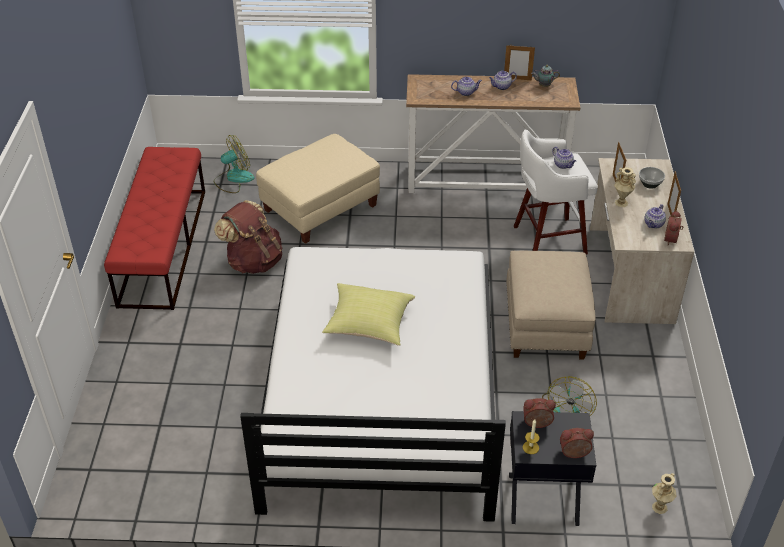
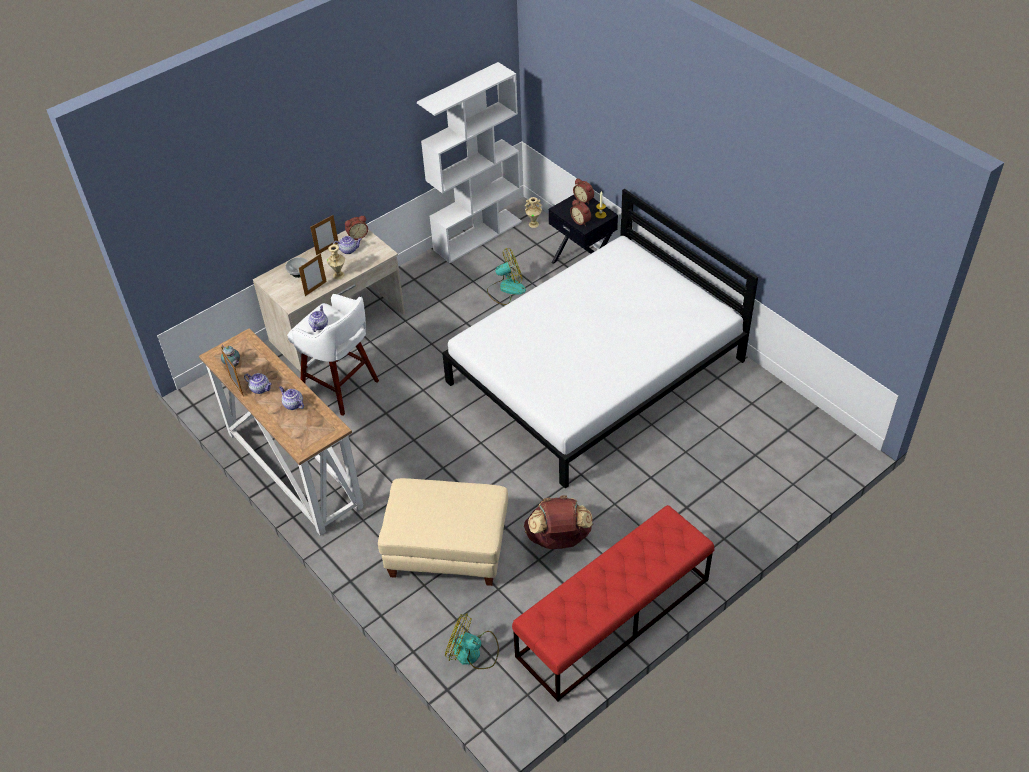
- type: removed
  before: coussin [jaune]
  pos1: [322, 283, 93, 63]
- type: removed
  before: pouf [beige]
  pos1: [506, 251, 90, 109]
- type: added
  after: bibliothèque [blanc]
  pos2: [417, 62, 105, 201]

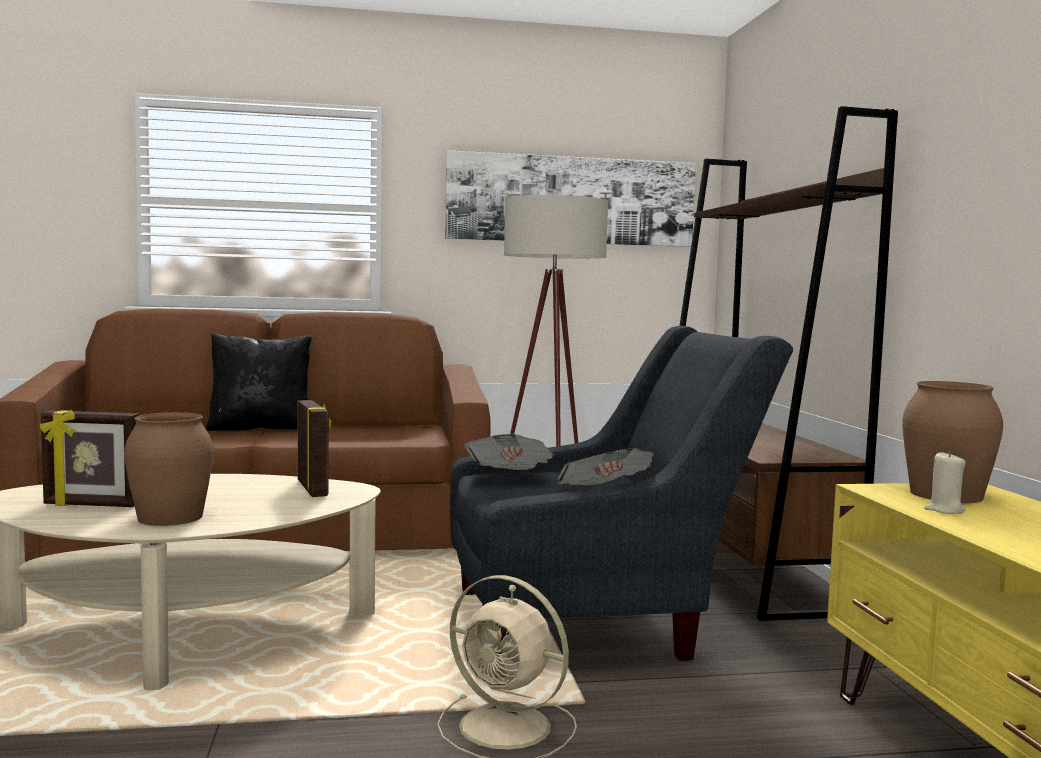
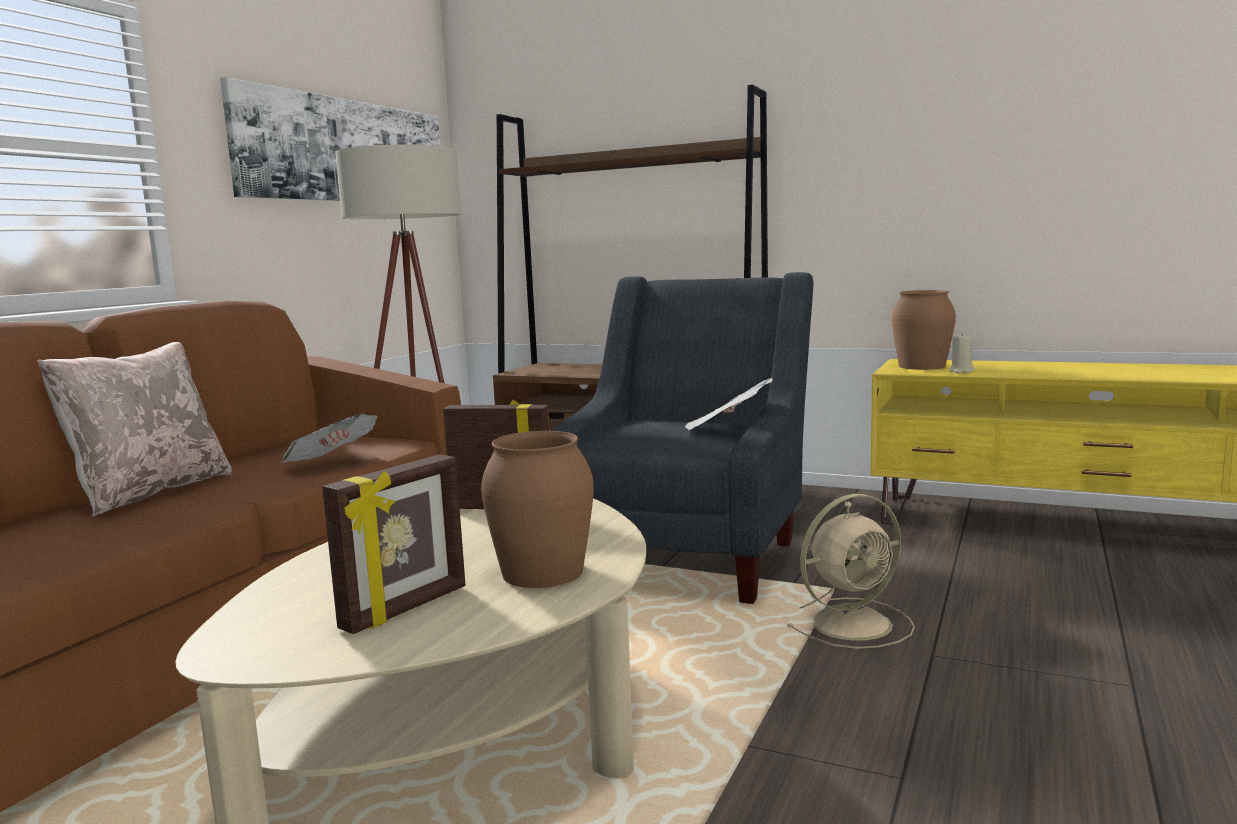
- type: moved
  before: journal
  pos1: [463, 434, 91, 36]
  pos2: [281, 414, 97, 49]
- type: recoloured
  before: coussin [noir]
  after: coussin [beige]
  pos1: [205, 333, 107, 98]
  pos2: [37, 342, 195, 175]

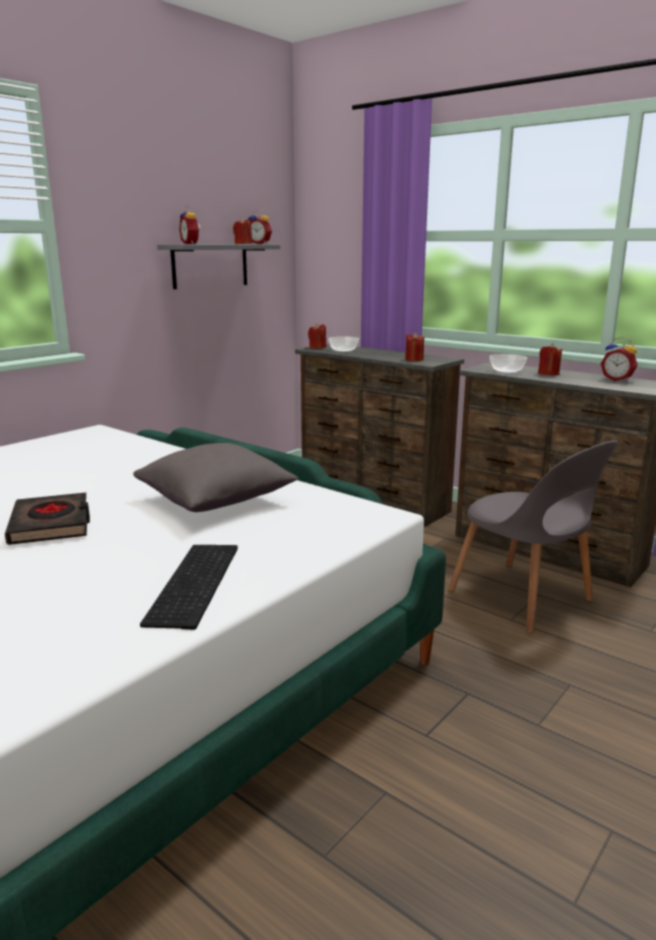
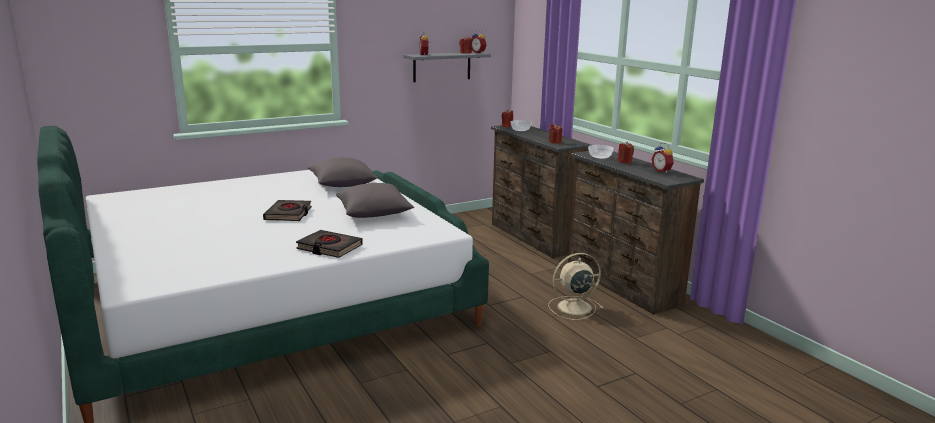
- type: added
  after: coussin [gris]
  pos2: [308, 157, 70, 30]
- type: replaced
  before: clavier
  after: livre [noir]
  pos1: [140, 545, 98, 85]
  pos2: [296, 230, 67, 28]
- type: replaced
  before: chaise [gris]
  after: ventilateur [beige]
  pos1: [448, 441, 171, 192]
  pos2: [548, 253, 55, 67]

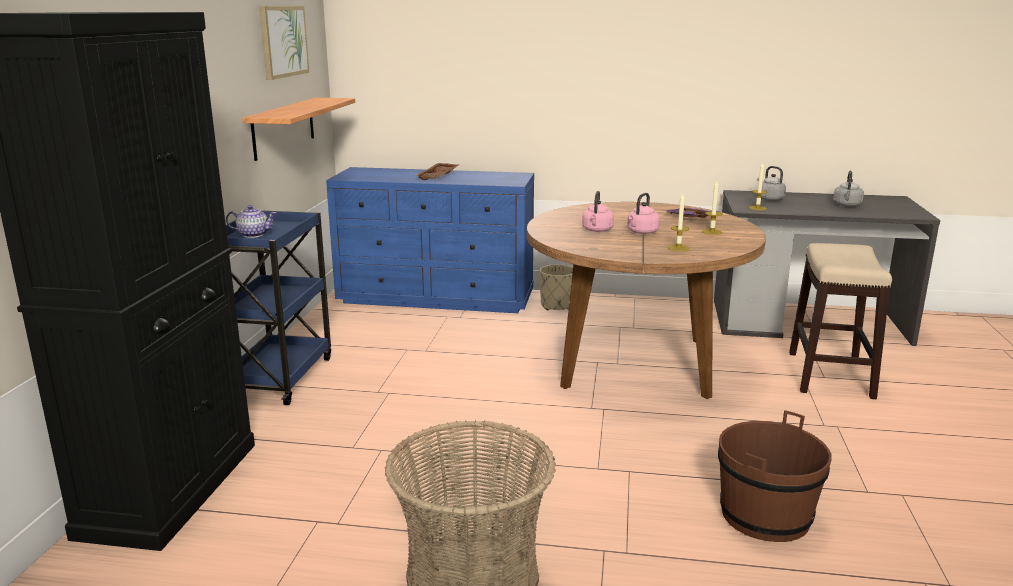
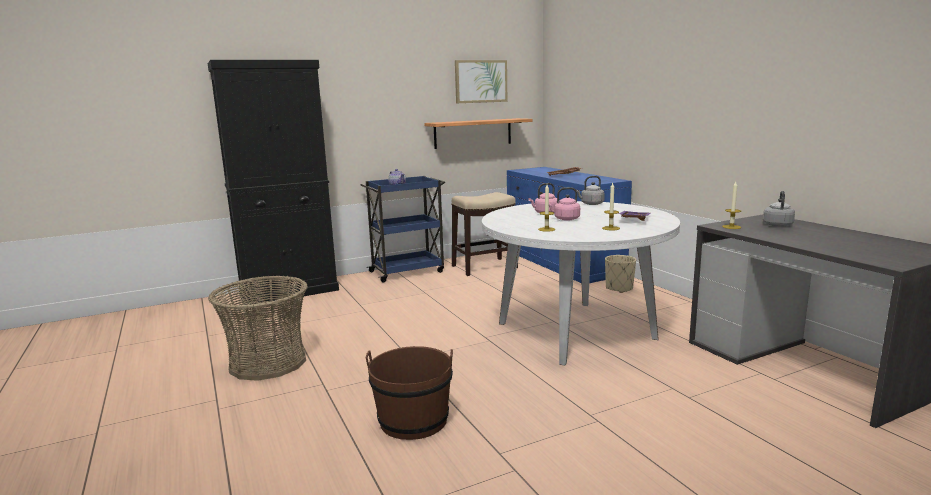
- type: moved
  before: tabouret
  pos1: [789, 243, 103, 156]
  pos2: [451, 192, 67, 84]
- type: moved
  before: bouilloire [gris]
  pos1: [833, 171, 31, 36]
  pos2: [576, 176, 29, 29]
- type: recoloured
  before: table à manger [marron]
  after: table à manger [blanc]
  pos1: [527, 202, 239, 197]
  pos2: [482, 201, 198, 165]

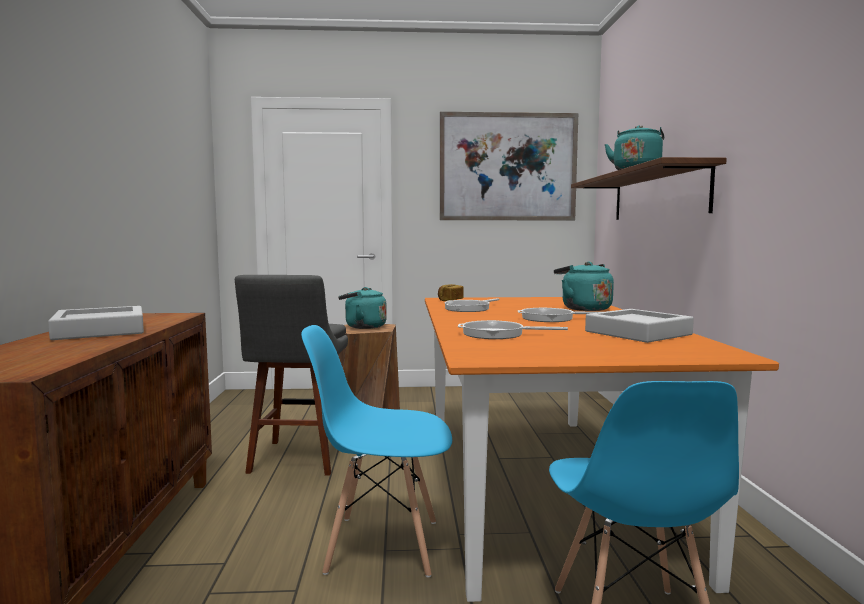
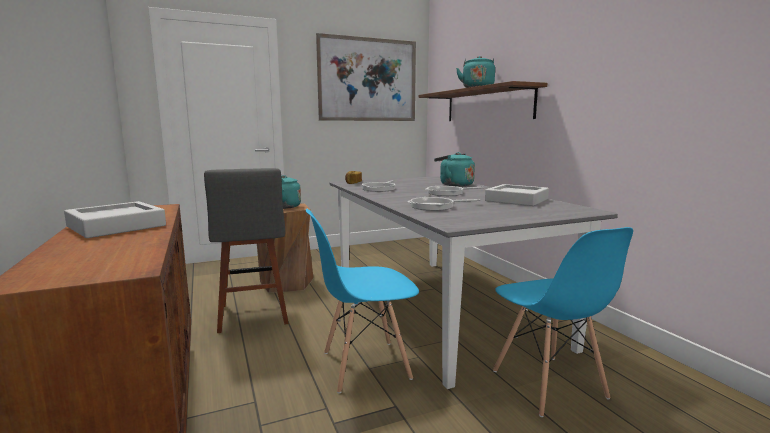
- type: recoloured
  before: table à manger [orange]
  after: table à manger [gris]
  pos1: [425, 297, 354, 305]
  pos2: [329, 176, 289, 213]

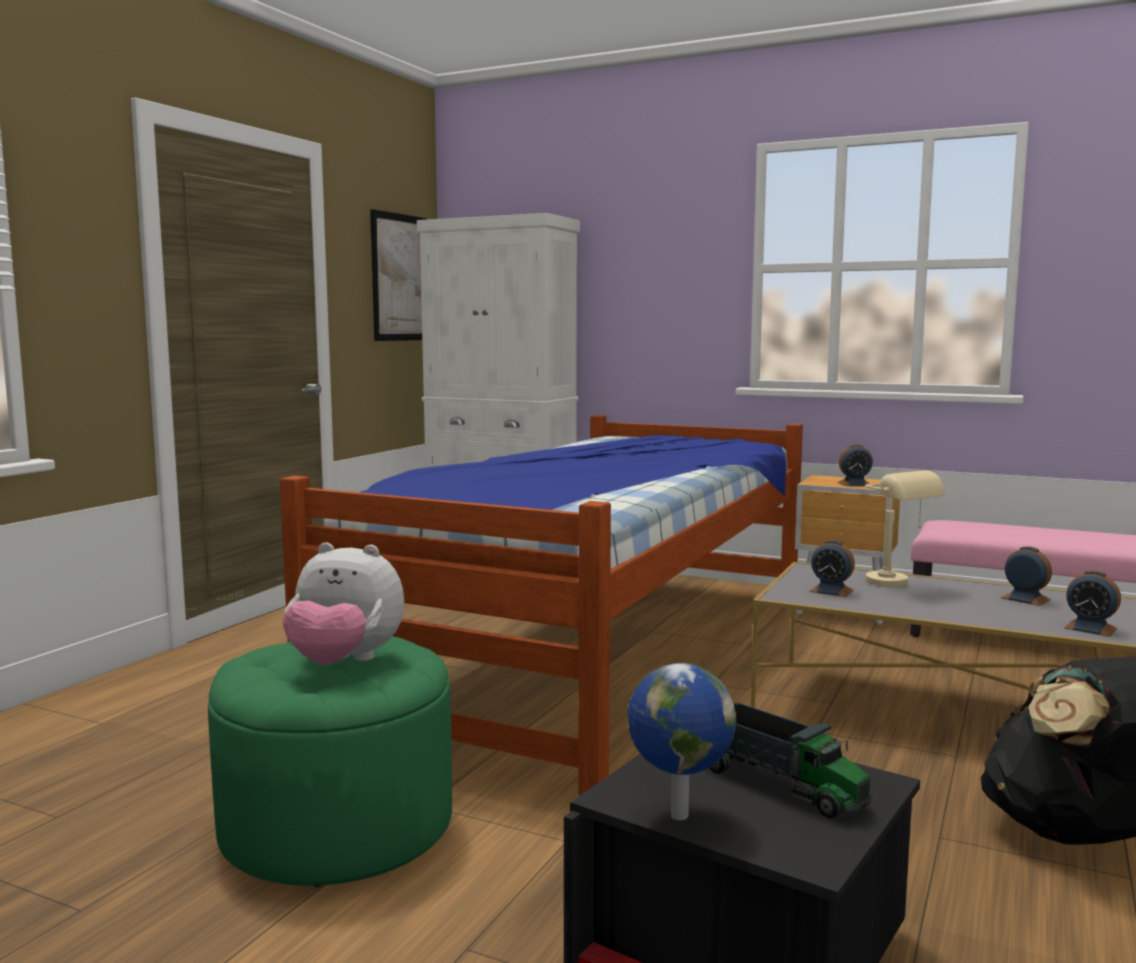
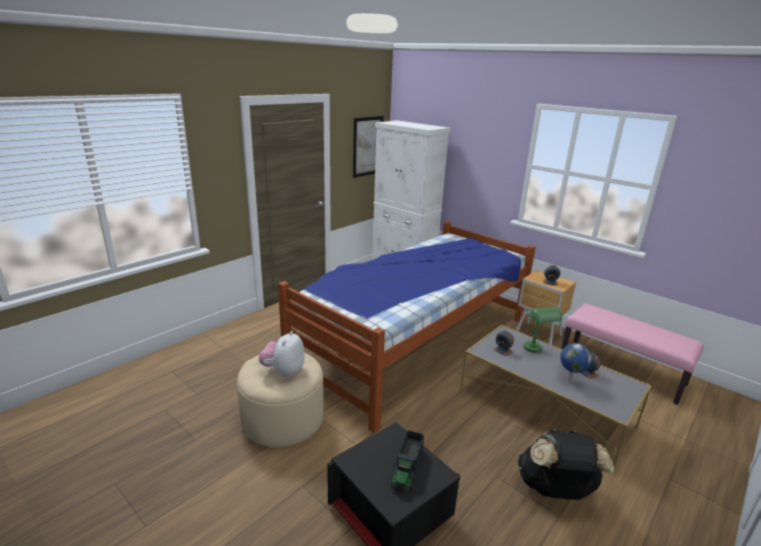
- type: removed
  before: réveil
  pos1: [1064, 570, 57, 67]
- type: moved
  before: globe
  pos1: [628, 663, 108, 157]
  pos2: [560, 343, 32, 39]
- type: recoloured
  before: pouf [vert]
  after: pouf [beige]
  pos1: [208, 636, 244, 251]
  pos2: [237, 352, 87, 95]
- type: recoloured
  before: lampe de table [beige]
  after: lampe de table [vert]
  pos1: [865, 471, 80, 116]
  pos2: [524, 307, 39, 46]
- type: turned
  before: peluche
  pos1: [282, 542, 122, 123]
  pos2: [258, 331, 47, 46]
  turn: 75
- type: turned
  before: camion jouet
  pos1: [710, 703, 162, 116]
  pos2: [391, 430, 33, 62]
  turn: 45

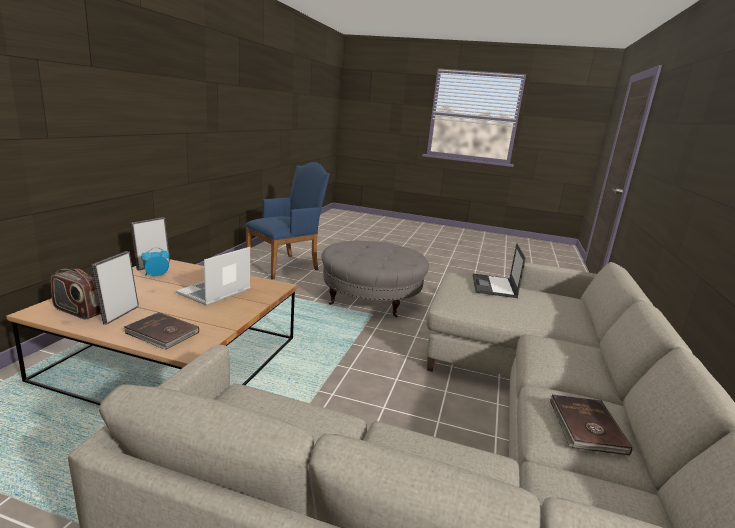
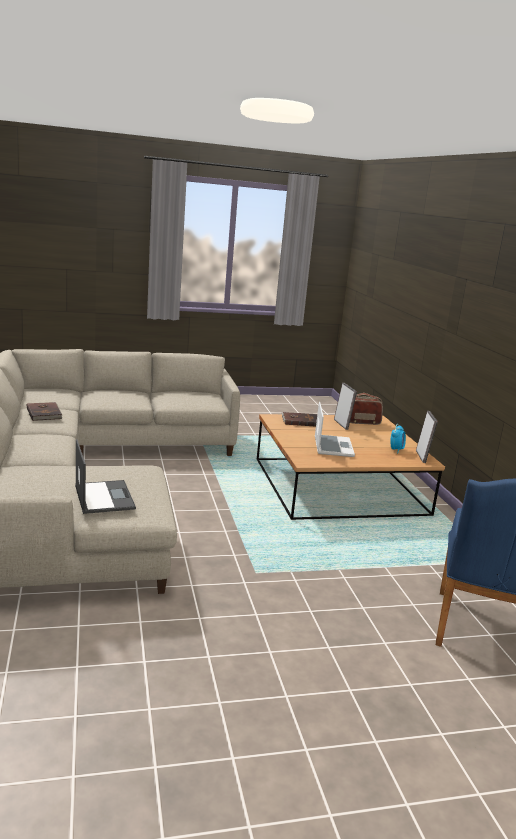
- type: removed
  before: pouf [gris]
  pos1: [321, 241, 108, 76]

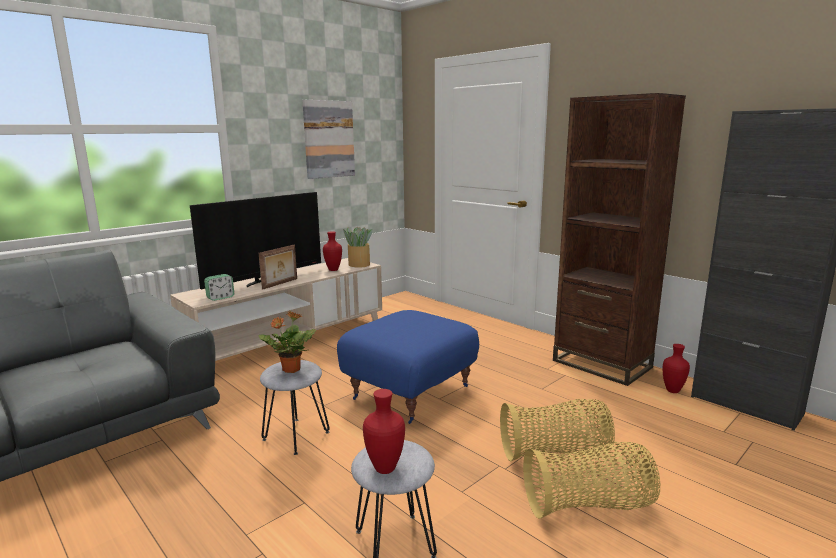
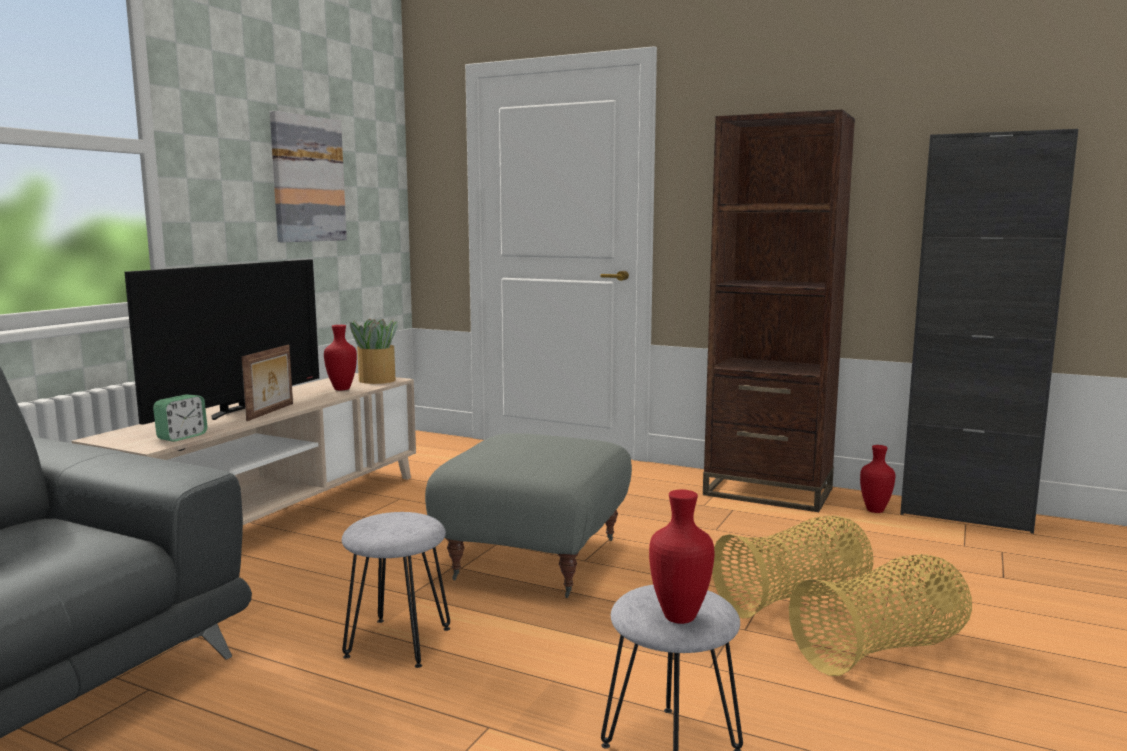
- type: removed
  before: plante en pot
  pos1: [259, 310, 57, 63]
- type: recoloured
  before: pouf [bleu]
  after: pouf [gris]
  pos1: [337, 310, 142, 114]
  pos2: [425, 433, 207, 165]

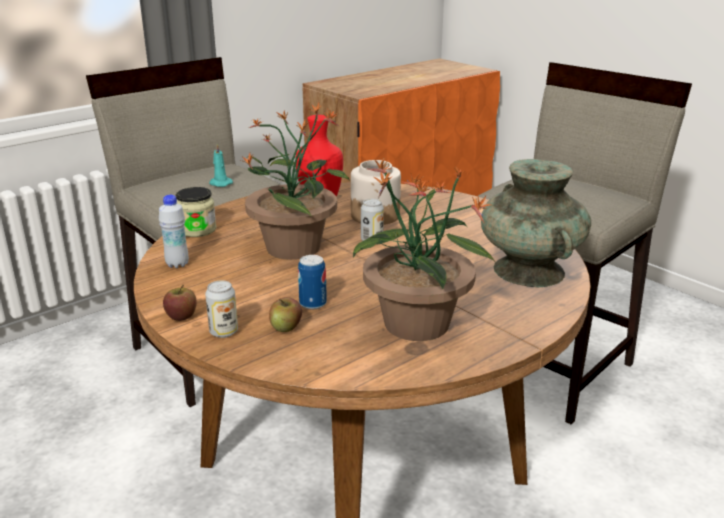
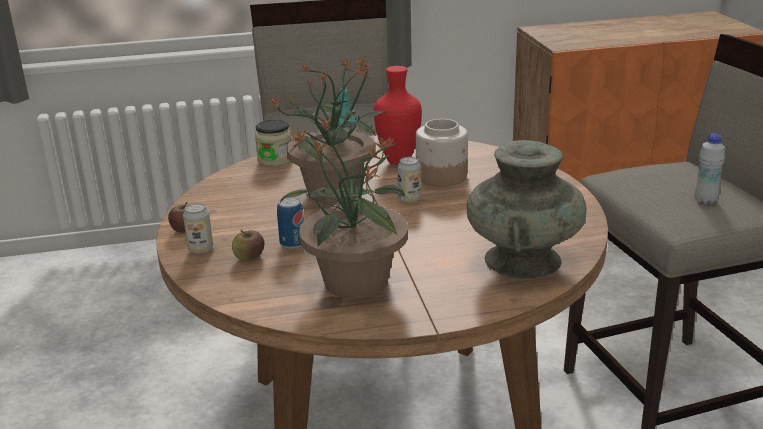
- type: moved
  before: bouteille [blanc]
  pos1: [159, 195, 30, 73]
  pos2: [694, 134, 31, 70]

